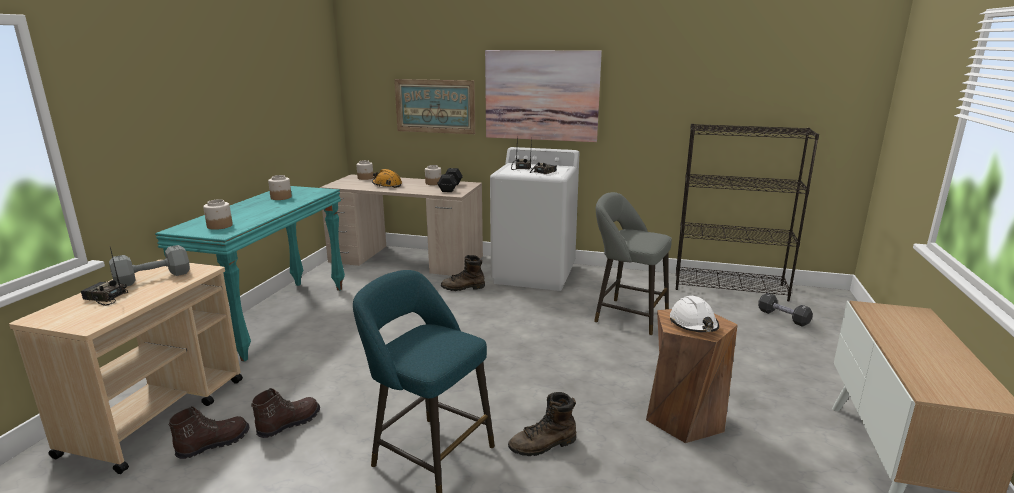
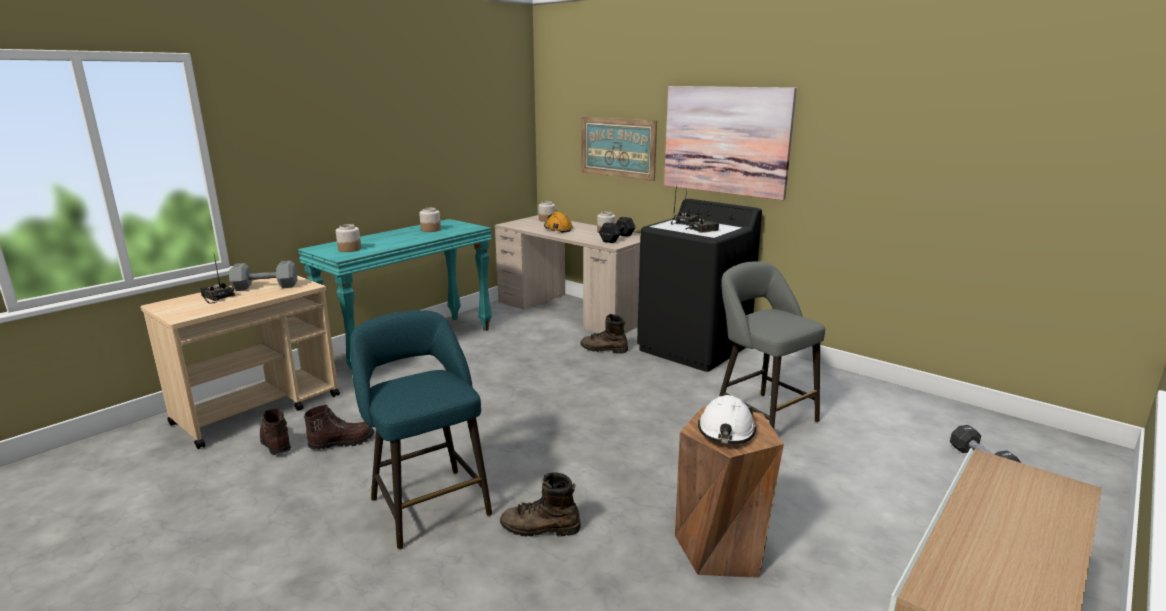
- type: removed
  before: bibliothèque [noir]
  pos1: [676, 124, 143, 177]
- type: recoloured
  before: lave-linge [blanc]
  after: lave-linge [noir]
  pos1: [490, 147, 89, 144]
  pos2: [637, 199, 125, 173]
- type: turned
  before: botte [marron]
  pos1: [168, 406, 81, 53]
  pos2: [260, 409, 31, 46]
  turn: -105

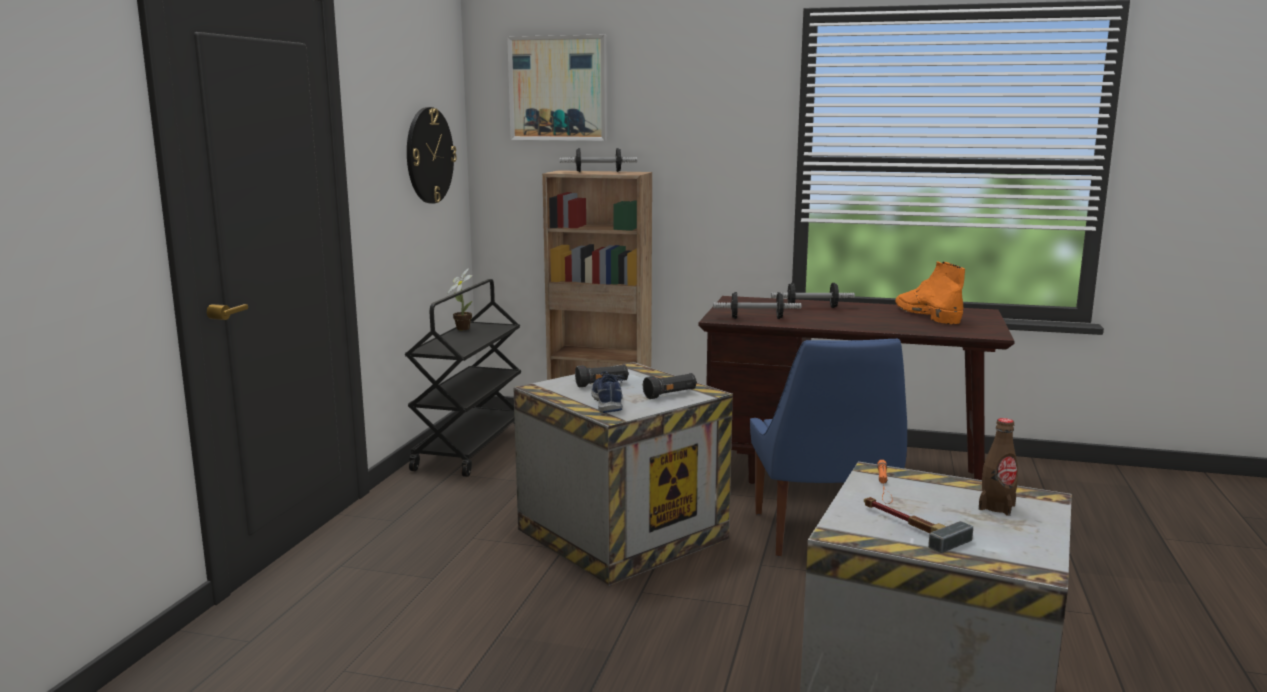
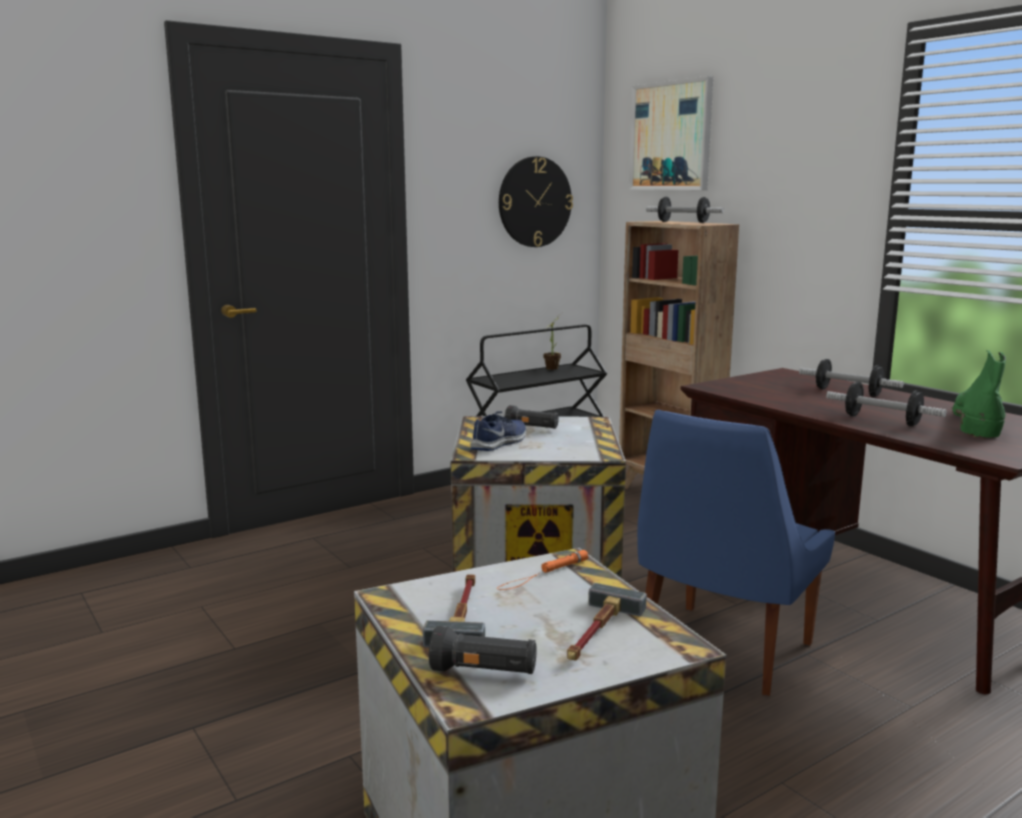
- type: moved
  before: lampe de poche [noir]
  pos1: [643, 373, 54, 26]
  pos2: [429, 626, 108, 48]
- type: moved
  before: haltère
  pos1: [713, 292, 88, 27]
  pos2: [826, 382, 121, 44]
- type: replaced
  before: bouteille [marron]
  after: marteau
  pos1: [979, 418, 39, 98]
  pos2: [567, 583, 80, 78]
- type: recoloured
  before: botte [orange]
  after: botte [vert]
  pos1: [895, 261, 70, 64]
  pos2: [951, 350, 55, 88]

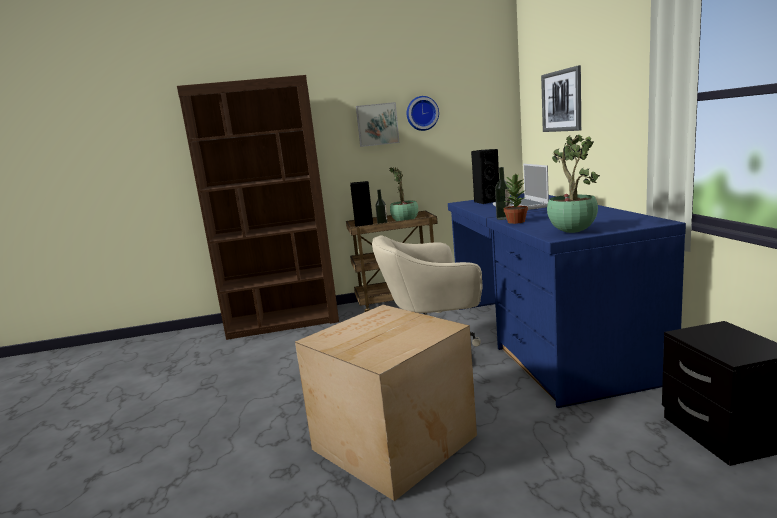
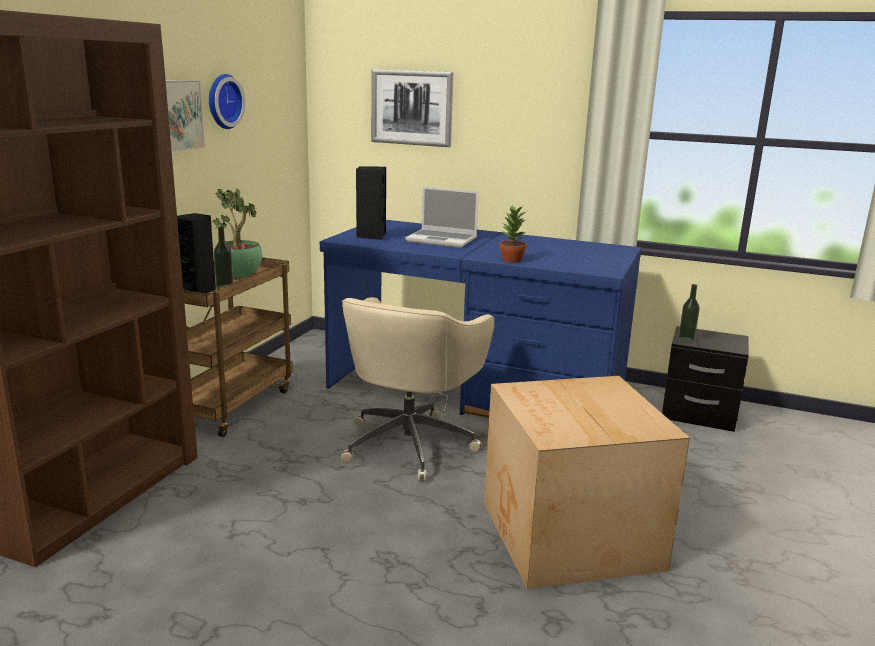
- type: removed
  before: plante en pot
  pos1: [547, 135, 53, 98]
- type: moved
  before: bouteille
  pos1: [495, 167, 15, 53]
  pos2: [678, 284, 22, 59]

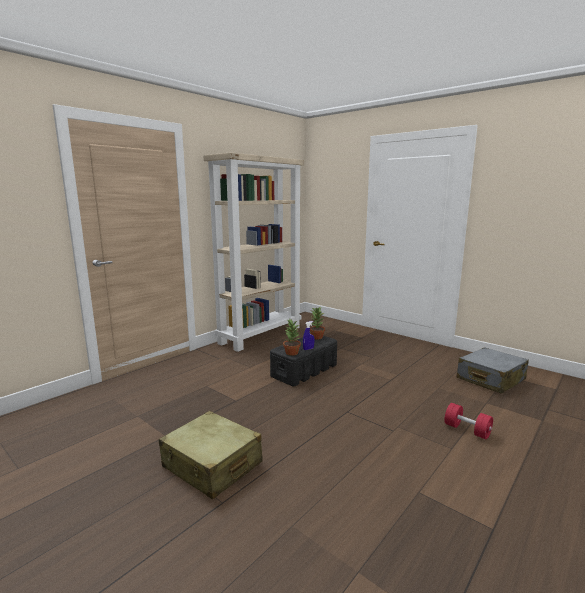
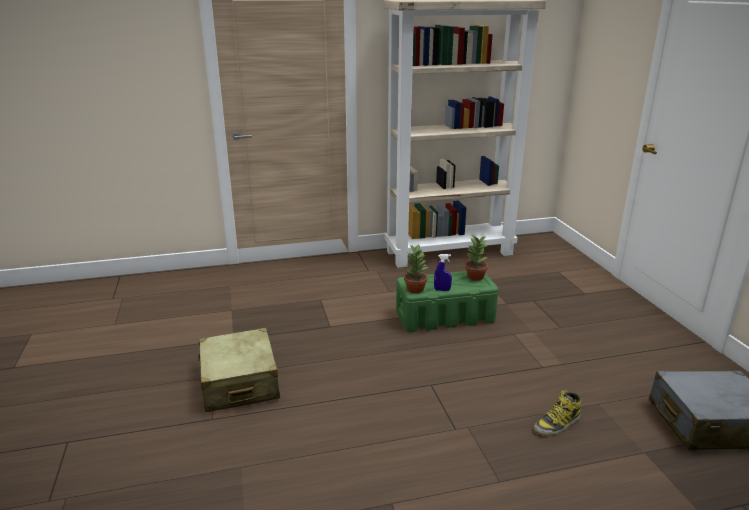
- type: removed
  before: haltère [rouge]
  pos1: [444, 403, 49, 36]
- type: added
  after: botte
  pos2: [534, 390, 47, 46]
- type: recoloured
  before: boîte de rangement [noir]
  after: boîte de rangement [vert]
  pos1: [270, 336, 67, 50]
  pos2: [396, 271, 102, 61]

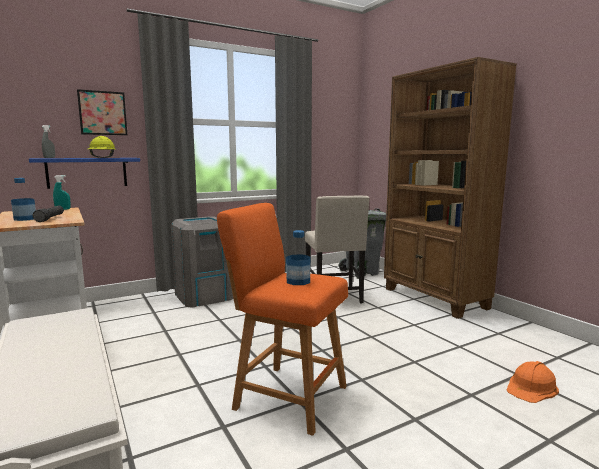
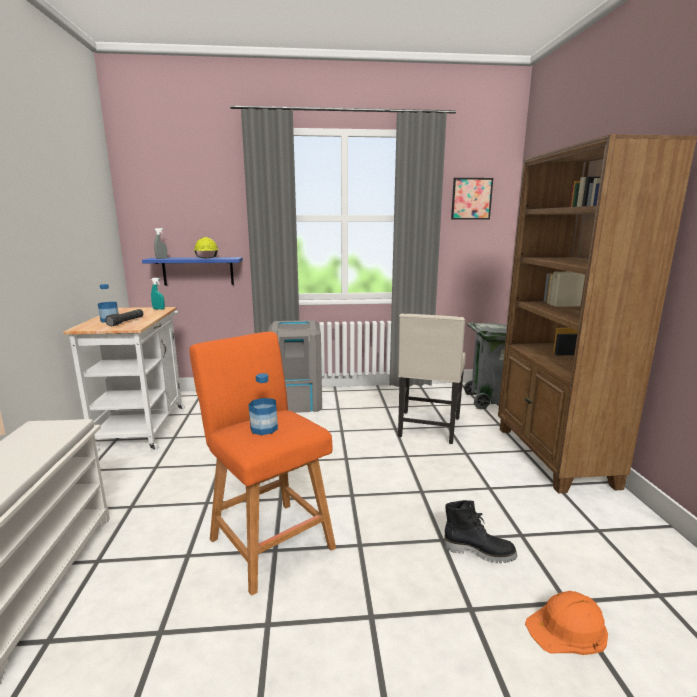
- type: added
  after: botte [noir]
  pos2: [444, 500, 73, 63]
- type: moved
  before: tableau
  pos1: [77, 89, 50, 46]
  pos2: [451, 178, 42, 42]

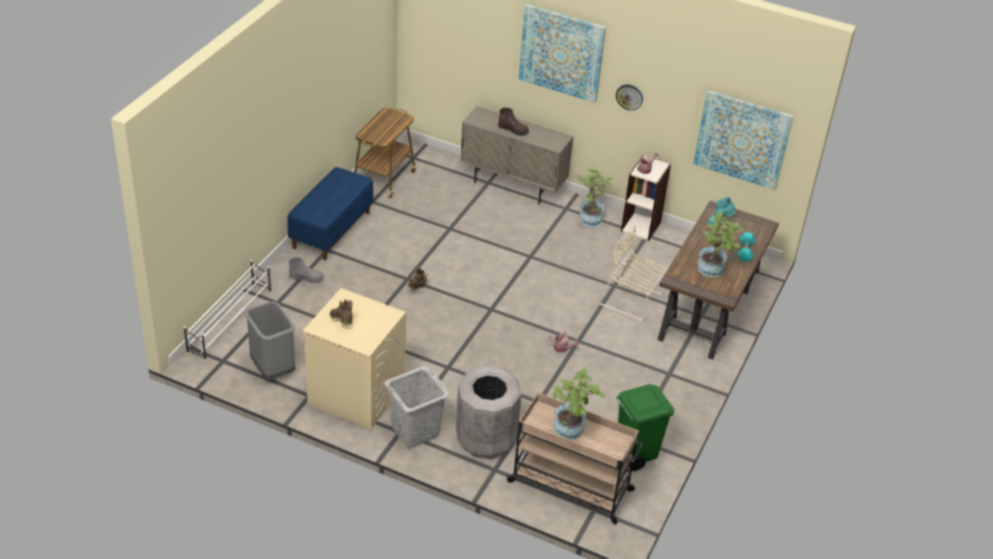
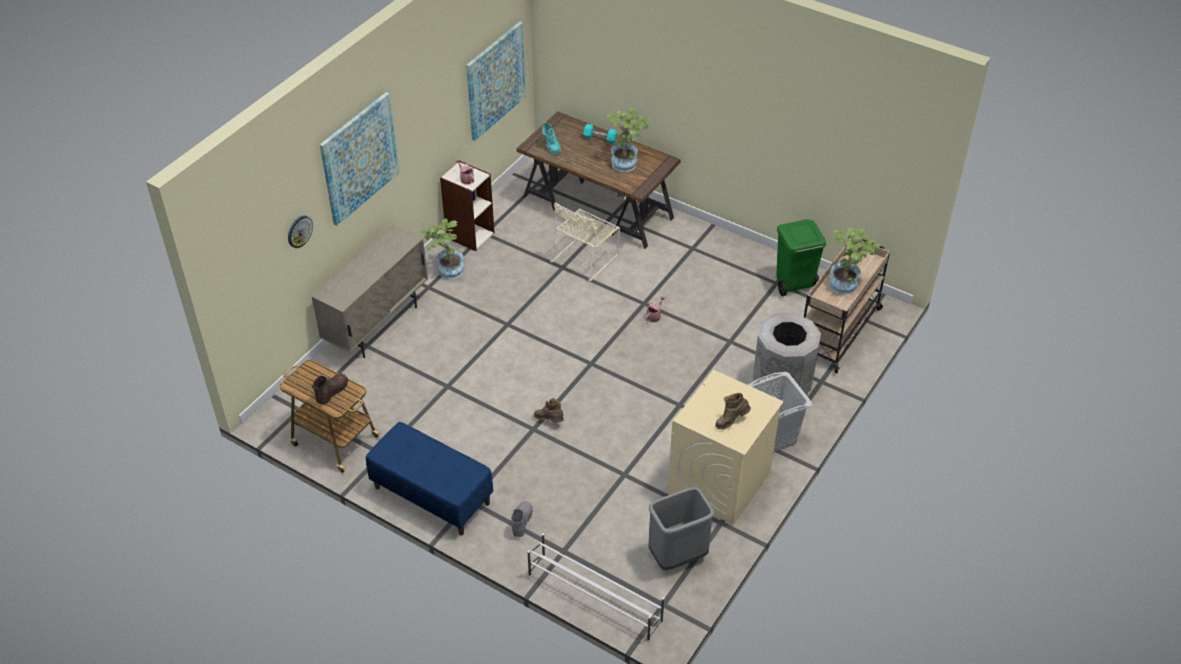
- type: moved
  before: botte [marron]
  pos1: [498, 108, 31, 28]
  pos2: [312, 373, 36, 32]
- type: moved
  before: horloge murale
  pos1: [616, 84, 27, 27]
  pos2: [288, 216, 25, 32]

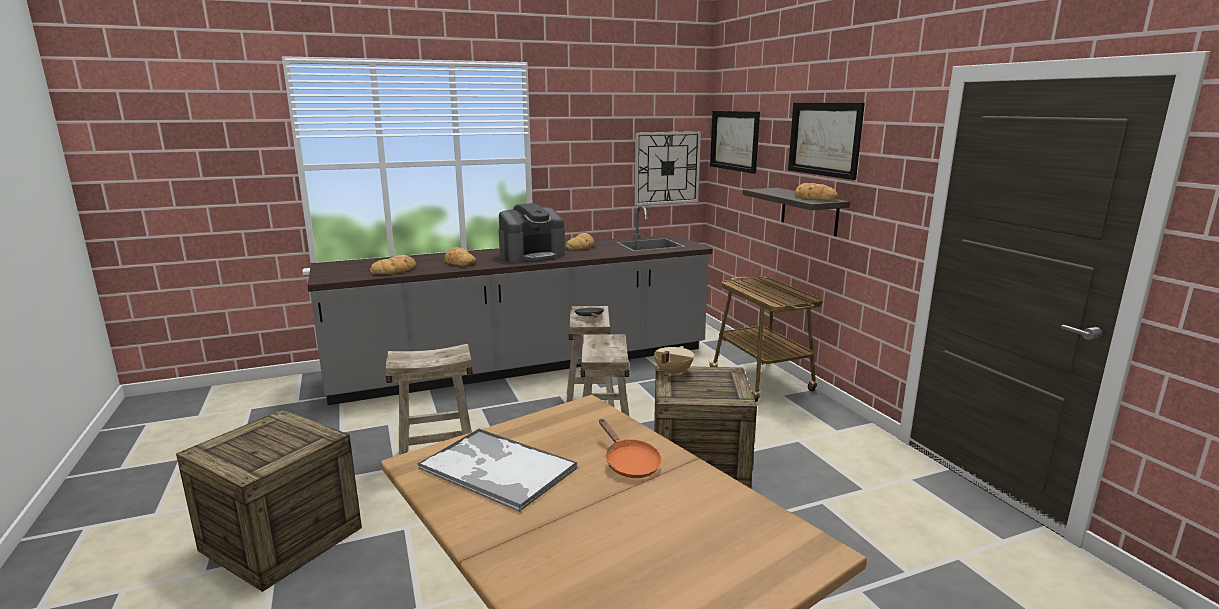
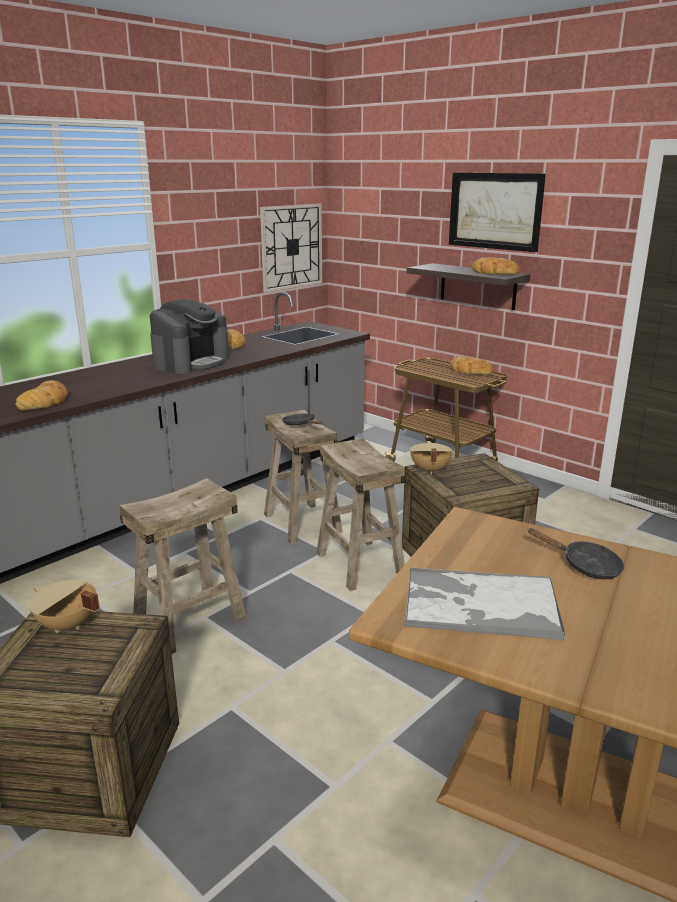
- type: removed
  before: tableau
  pos1: [710, 111, 50, 63]
- type: added
  after: marmite [beige]
  pos2: [29, 580, 71, 53]
- type: moved
  before: pain
  pos1: [444, 247, 32, 19]
  pos2: [450, 356, 44, 19]
- type: recoloured
  before: poêle [orange]
  after: poêle [noir]
  pos1: [599, 419, 63, 59]
  pos2: [527, 528, 97, 51]

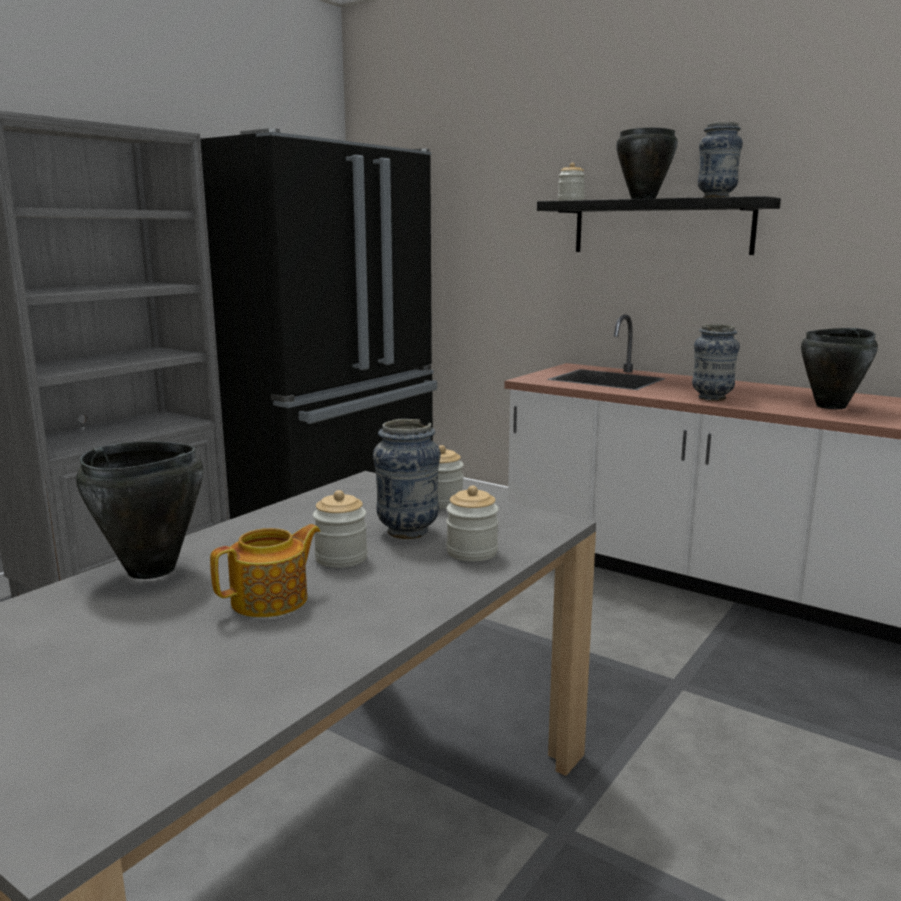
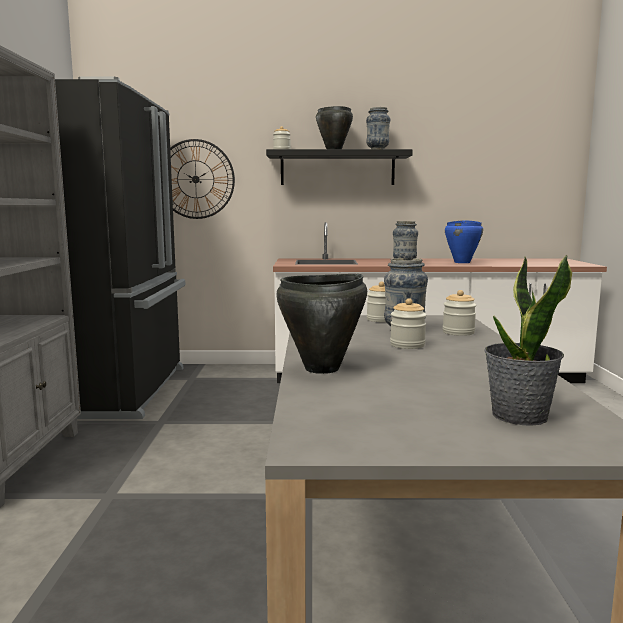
- type: removed
  before: théière
  pos1: [210, 524, 110, 93]
- type: added
  after: horloge murale
  pos2: [170, 139, 65, 80]
- type: added
  after: plante en pot
  pos2: [485, 254, 87, 172]
- type: recoloured
  before: marmite [noir]
  after: marmite [bleu]
  pos1: [801, 328, 77, 81]
  pos2: [445, 220, 38, 43]

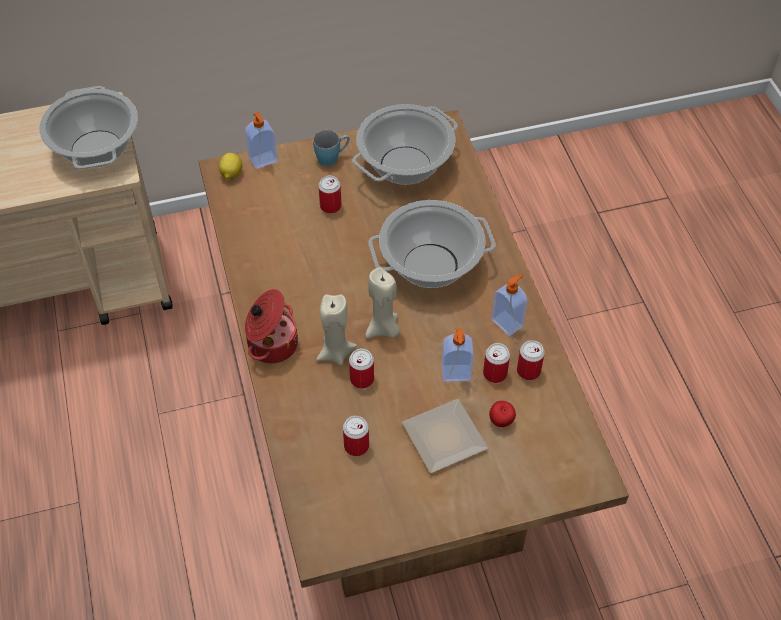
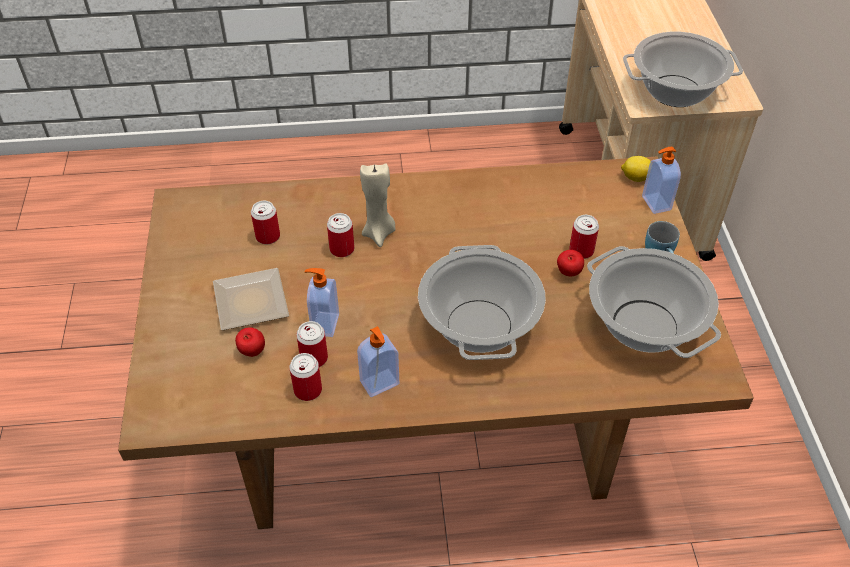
- type: removed
  before: marmite
  pos1: [245, 289, 53, 74]
- type: removed
  before: bougie [beige]
  pos1: [365, 267, 35, 71]
- type: added
  after: pomme
  pos2: [557, 250, 27, 27]

